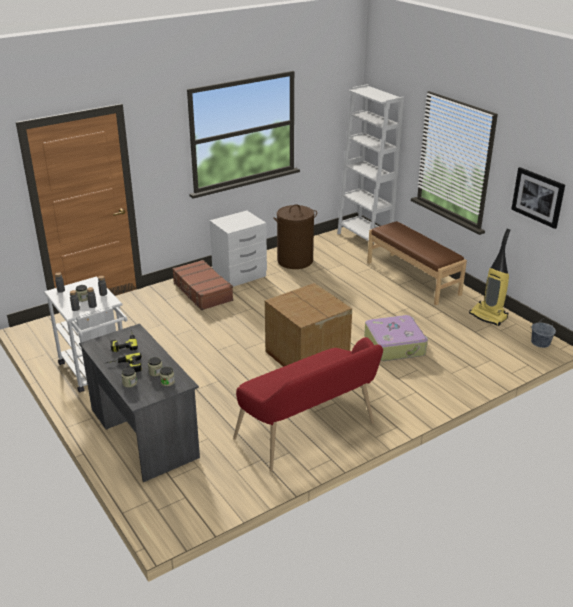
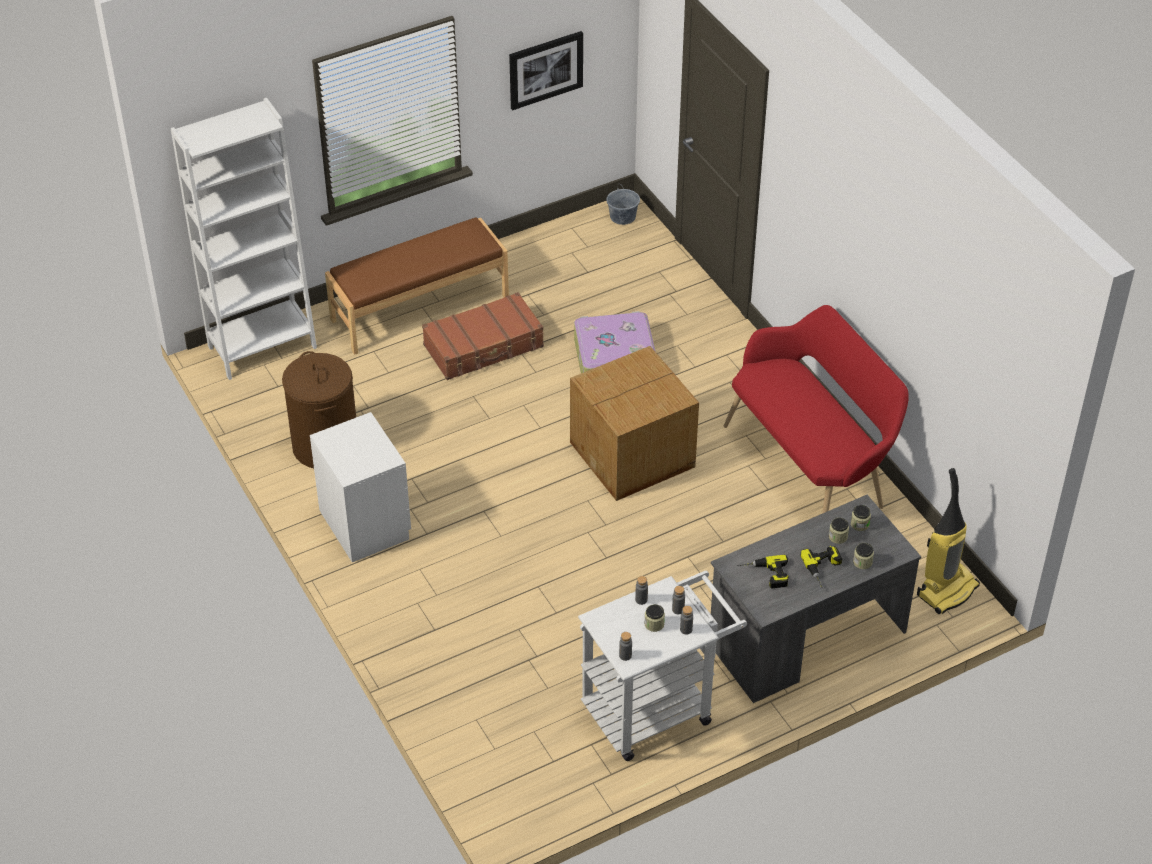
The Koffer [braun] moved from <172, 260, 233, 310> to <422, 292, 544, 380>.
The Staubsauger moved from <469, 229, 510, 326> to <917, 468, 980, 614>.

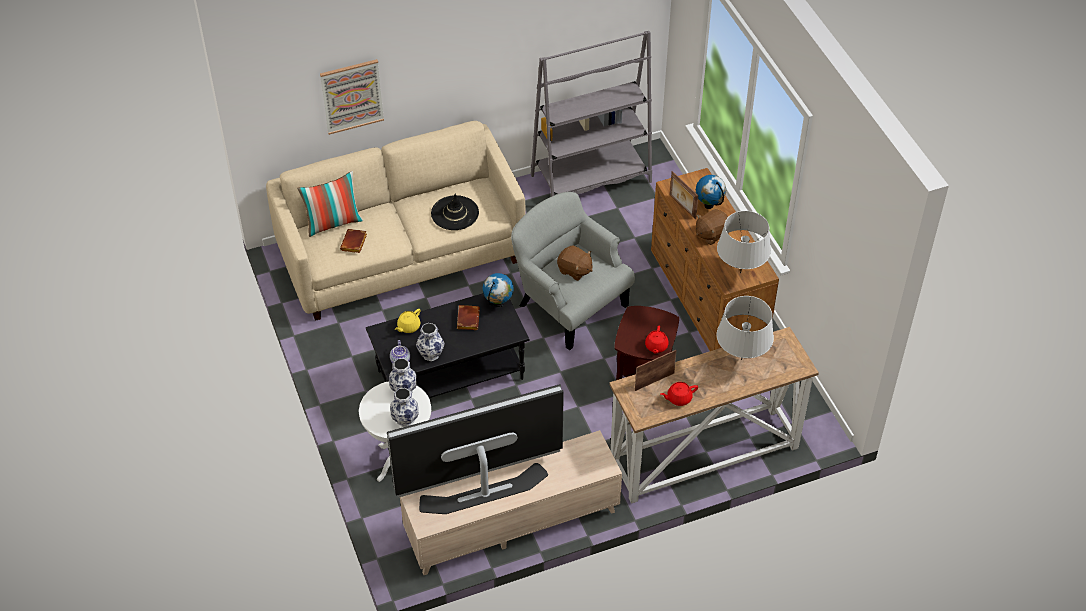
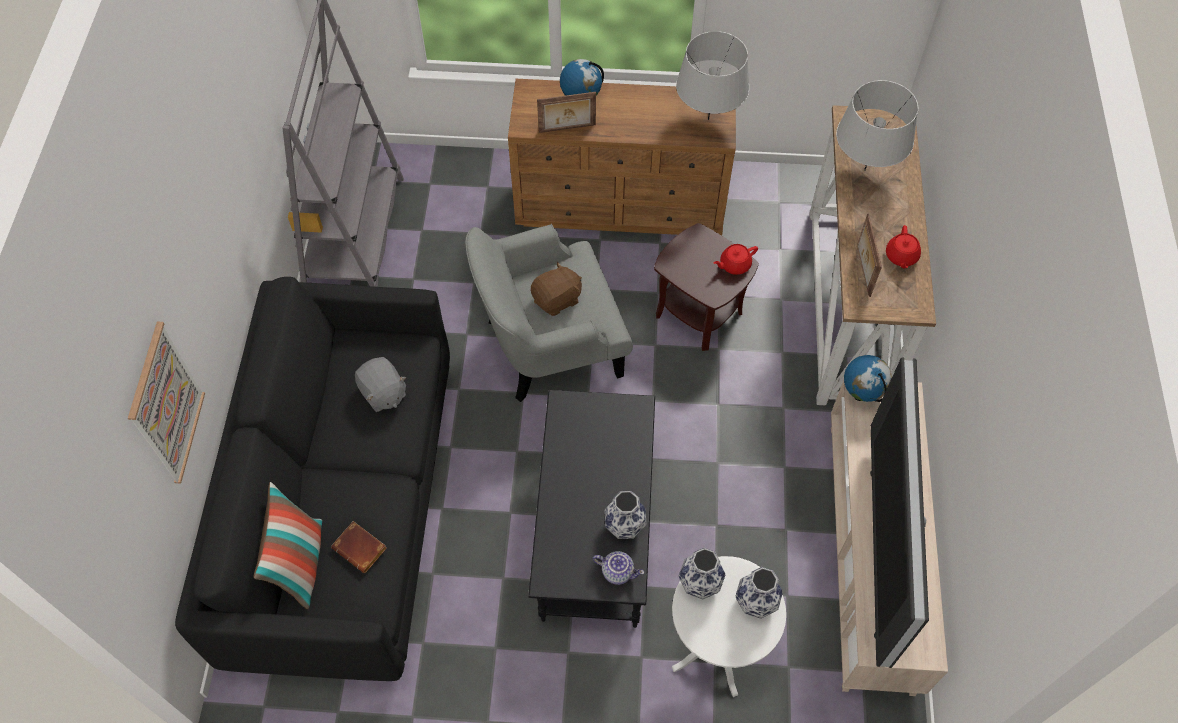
The Teekanne [gelb] at <395, 309, 420, 333> disappeared.
The Buch [braun] at <457, 305, 480, 330> disappeared.
The Plüschtier [braun] at <696, 209, 729, 245> disappeared.
The Globus moved from <483, 273, 514, 307> to <844, 355, 892, 402>.
The Hut [schwarz] at <431, 194, 479, 230> was replaced by the Plüschtier [grau] at <355, 357, 406, 412>.
The Sofa [beige] at <266, 121, 526, 321> became the Sofa [schwarz] at <175, 277, 450, 681>.
The Teekanne [rot] at <645, 326, 668, 354> turned 120 degrees clockwise.

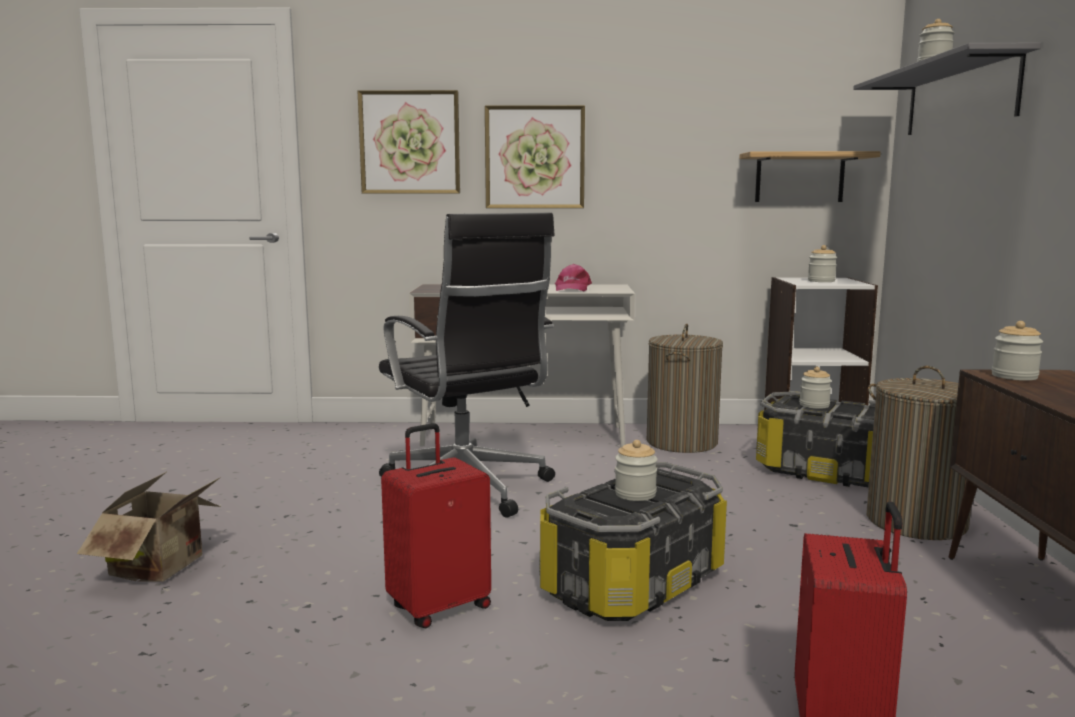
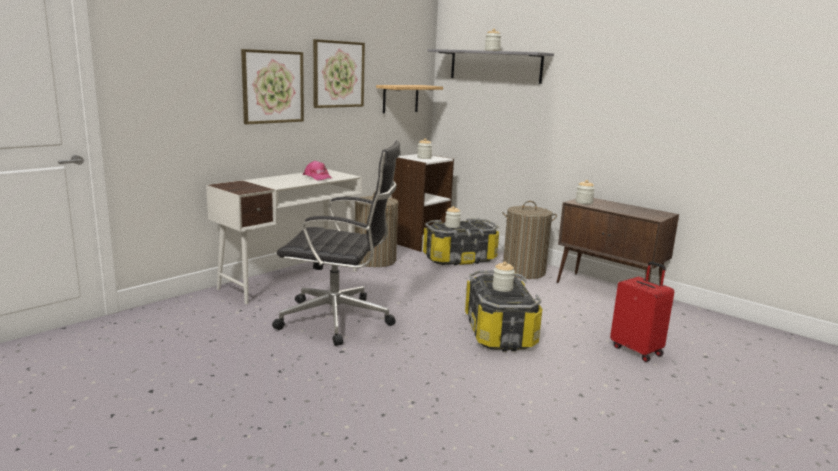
The Karton at <77, 472, 221, 582> disappeared.
The Koffer [rot] at <381, 423, 491, 628> disappeared.
The Bild moved from <358, 90, 460, 194> to <313, 39, 365, 108>.

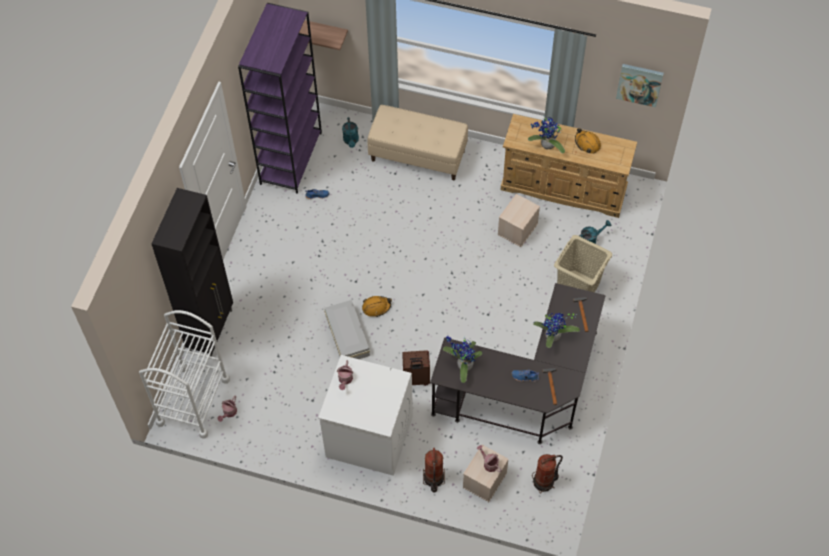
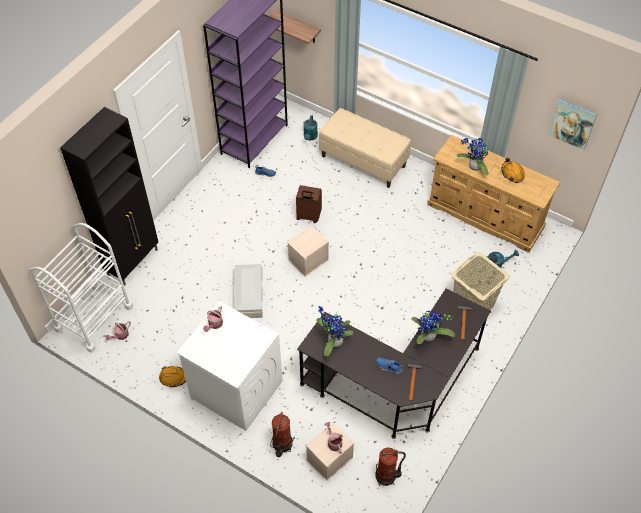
The Schutzhelm [orange] moved from <362, 296, 392, 317> to <159, 366, 186, 387>.
The Koffer [braun] moved from <402, 350, 430, 386> to <296, 185, 322, 223>.
The Aufbewahrungsbox [beige] moved from <498, 194, 540, 247> to <287, 226, 329, 276>.

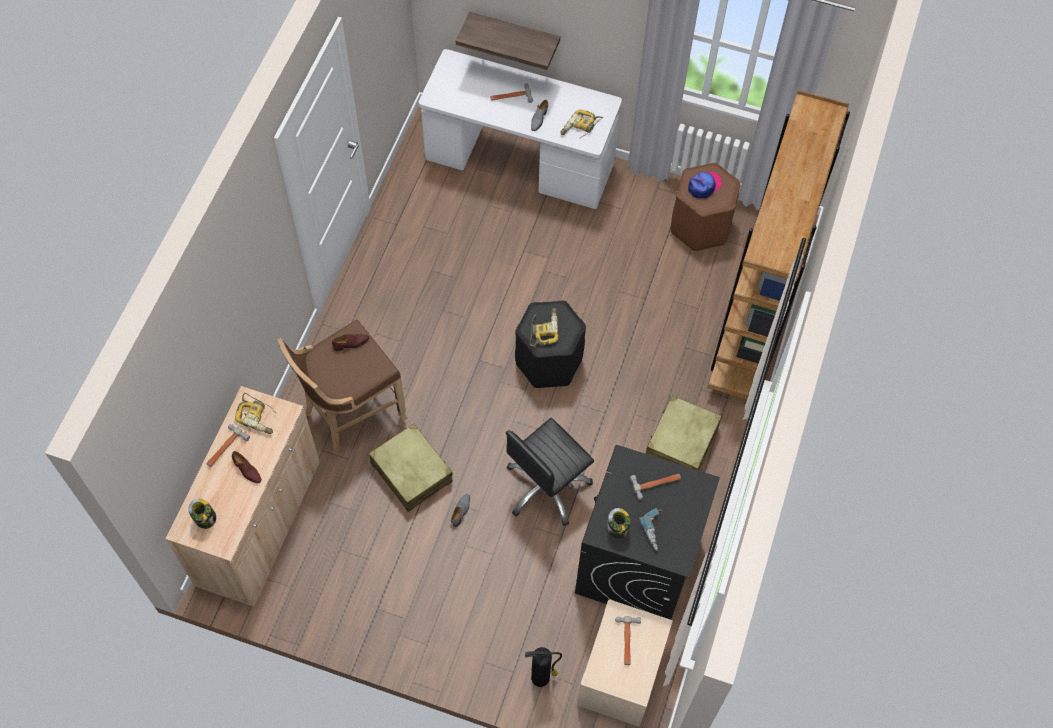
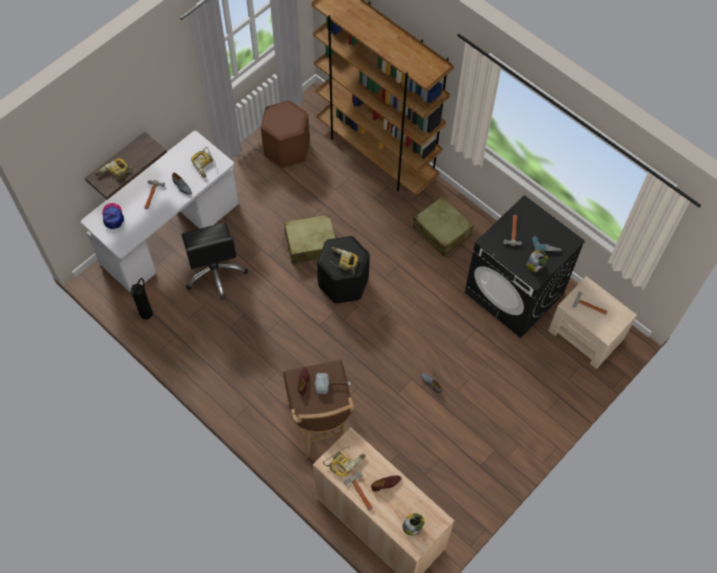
The Bohrmaschine at <95, 158, 134, 182> appeared.
The Hammer at <315, 373, 351, 394> appeared.
The Koffer [beige] moved from <369, 424, 452, 512> to <283, 214, 336, 264>.
The Bürostuhl [schwarz] moved from <506, 418, 594, 526> to <182, 222, 248, 300>.
The Feuerlöscher moved from <525, 647, 562, 687> to <130, 278, 153, 320>.
The Kappe moved from <688, 172, 722, 199> to <102, 203, 124, 229>.

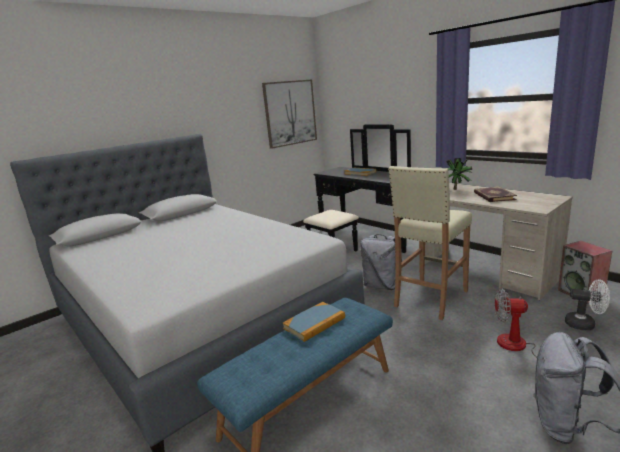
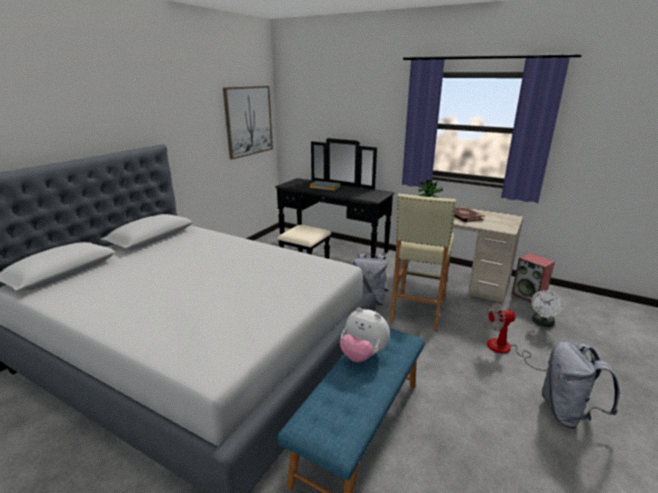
The Buch at <283, 302, 345, 342> was replaced by the Plüschtier at <340, 307, 390, 362>.
The Ventilator [weiß] at <565, 279, 610, 330> turned 120 degrees clockwise.

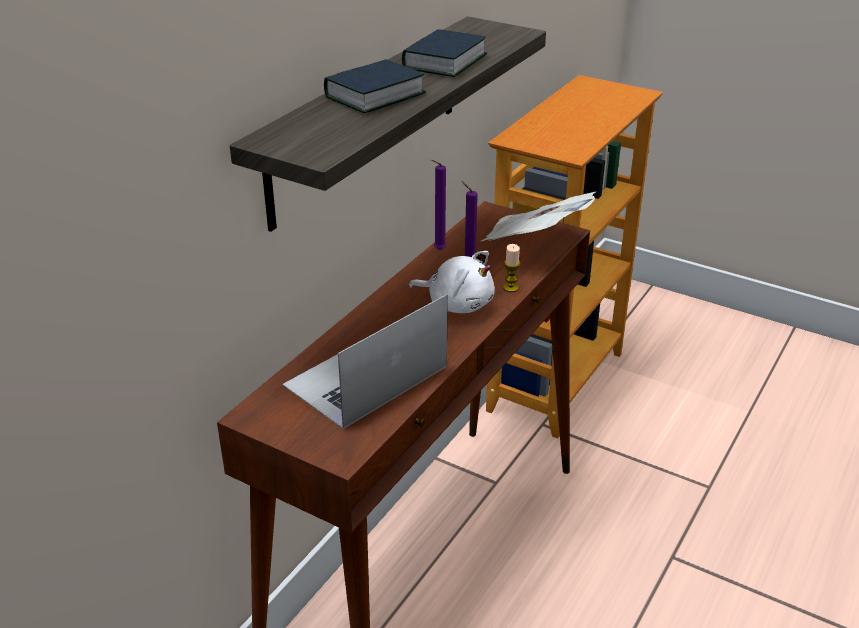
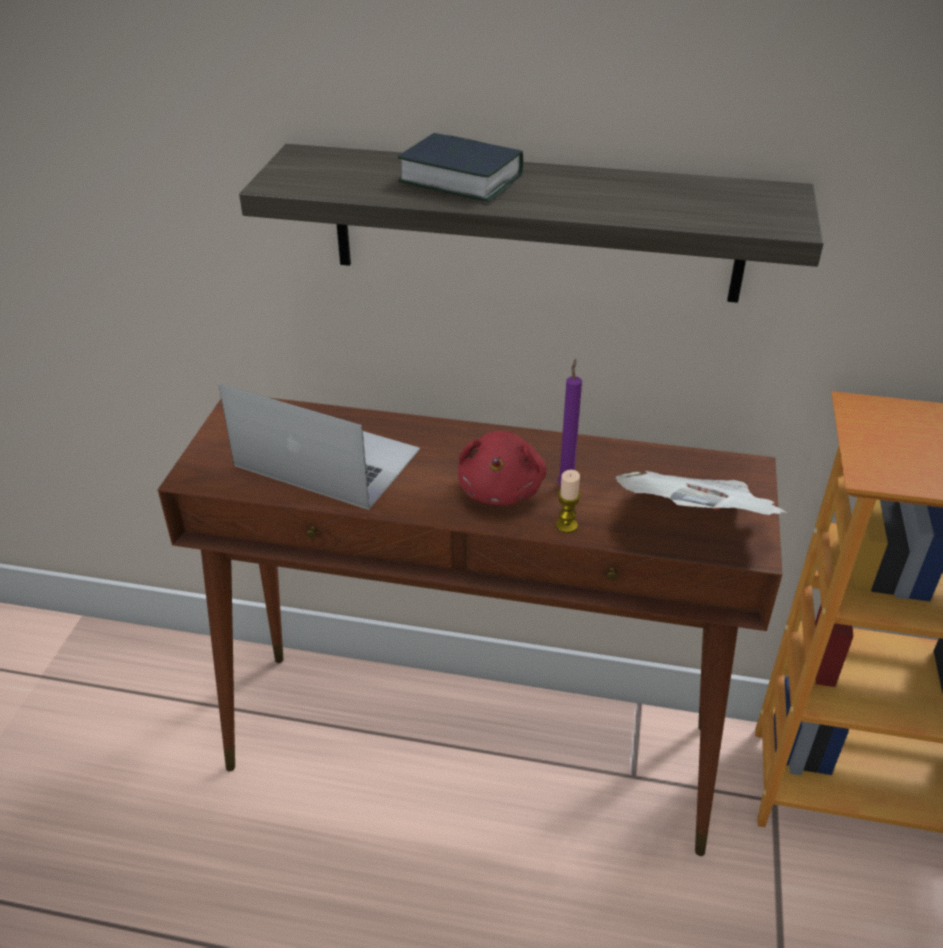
The Buch at <402, 29, 487, 77> disappeared.
The Kerze [lila] at <431, 160, 446, 250> disappeared.
The Plüschtier [weiß] at <409, 251, 495, 313> became the Plüschtier [rot] at <458, 431, 547, 505>.

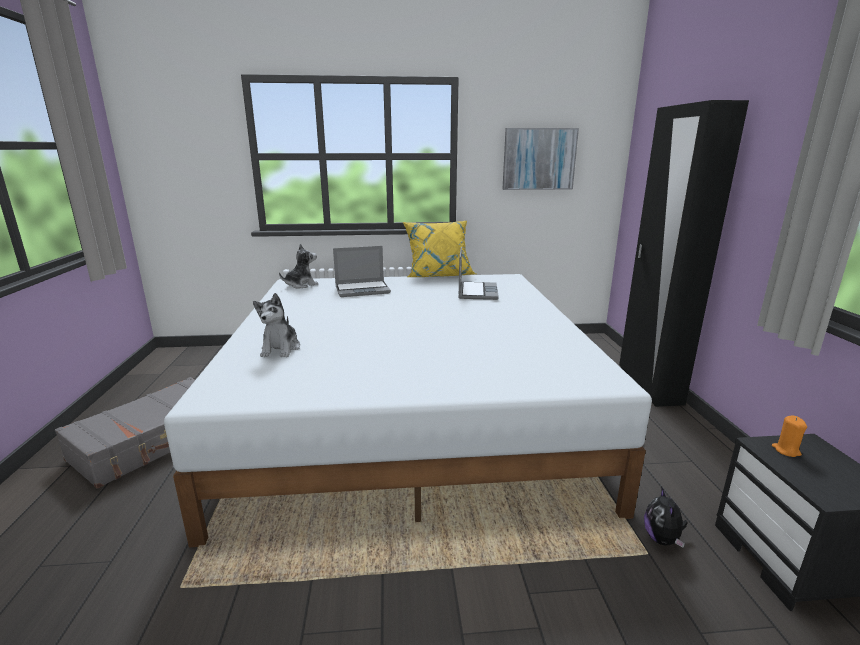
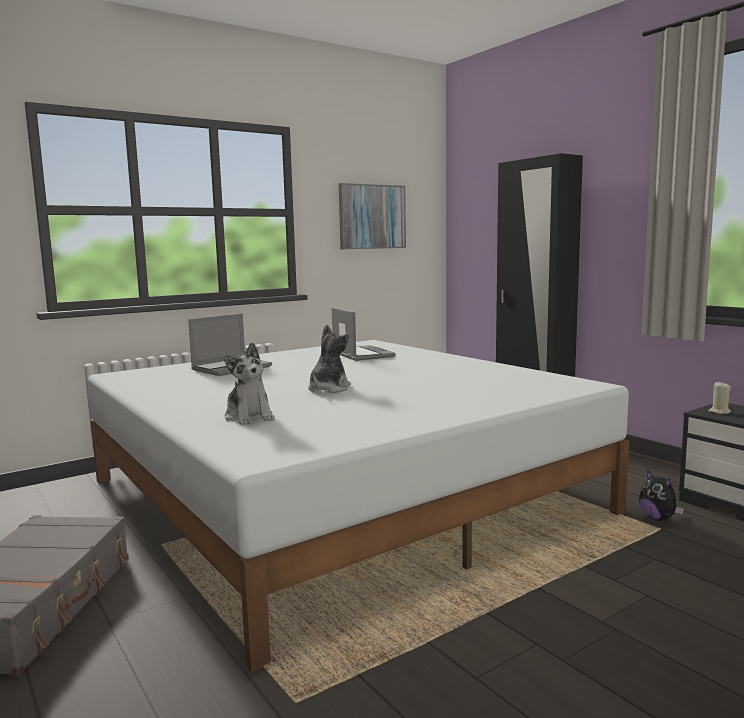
The Kissen [gelb] at <403, 221, 476, 277> disappeared.
The Plüschtier moved from <279, 244, 318, 288> to <308, 324, 351, 393>.
The Kerze [orange] at <772, 415, 807, 457> became the Kerze [beige] at <709, 382, 731, 414>.

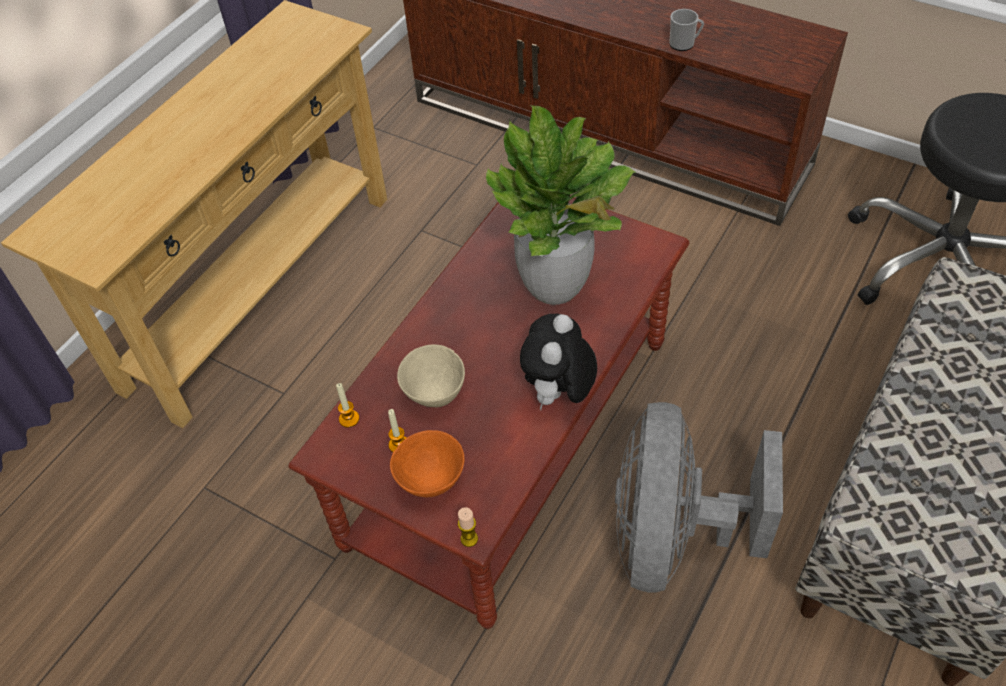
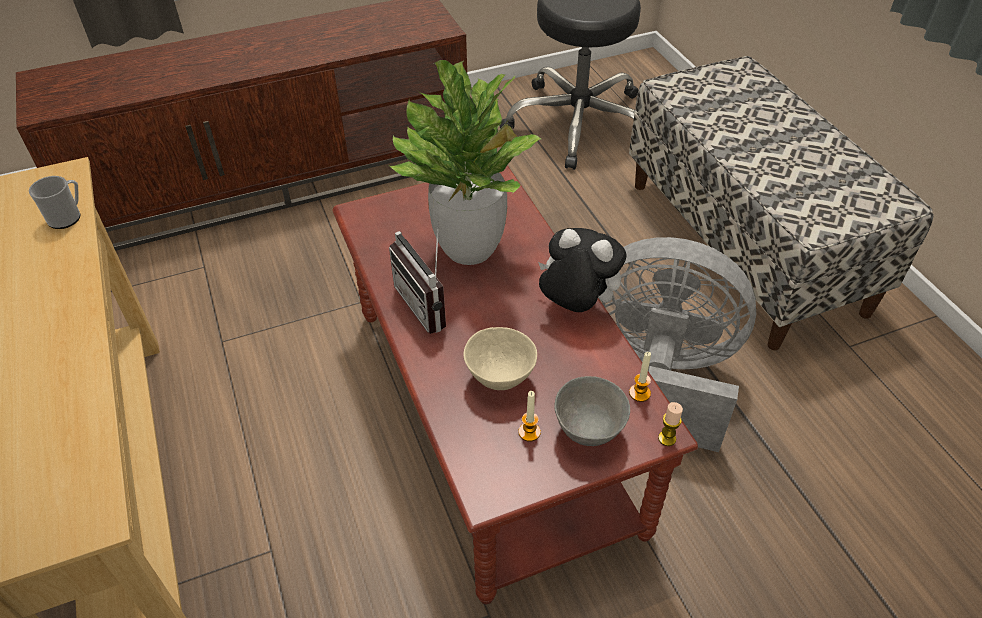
The Radio at <389, 222, 446, 334> appeared.
The Kerze moved from <336, 383, 359, 428> to <629, 352, 651, 402>.
The Henkelbecher moved from <669, 9, 704, 51> to <29, 176, 80, 229>.
The Schüssel [orange] at <390, 430, 465, 497> became the Schüssel [grau] at <554, 376, 630, 446>.
The Plüschtier at <520, 314, 597, 410> turned 150 degrees clockwise.
The Ventilator [grau] at <615, 402, 783, 592> turned 150 degrees clockwise.

